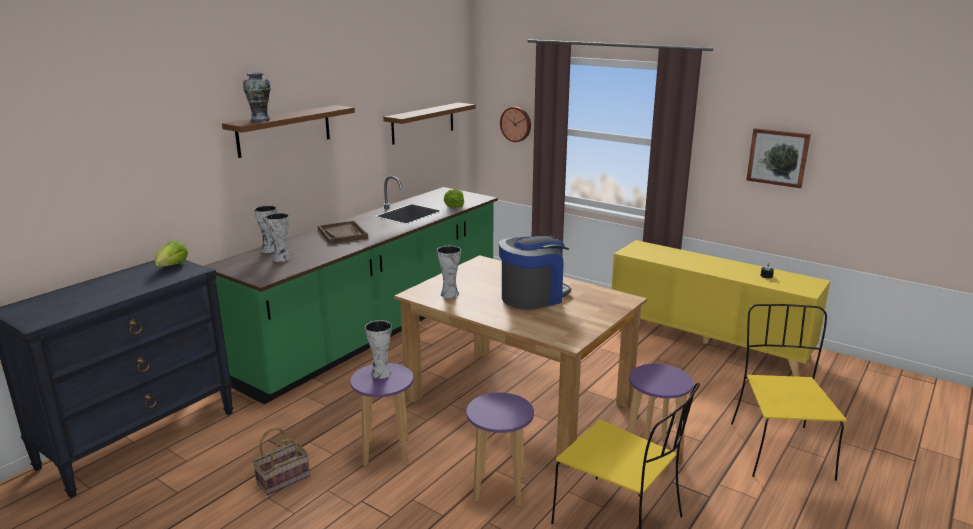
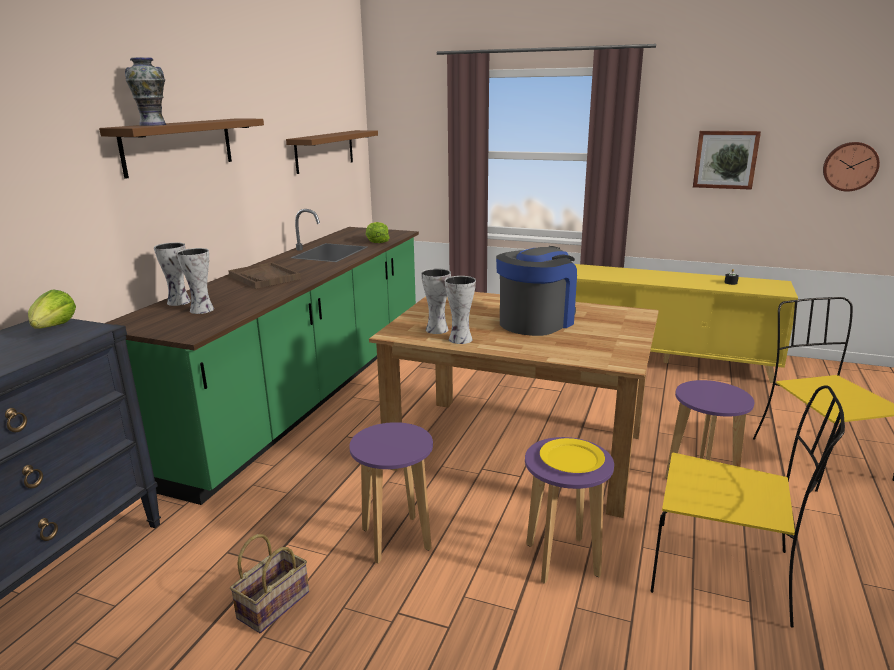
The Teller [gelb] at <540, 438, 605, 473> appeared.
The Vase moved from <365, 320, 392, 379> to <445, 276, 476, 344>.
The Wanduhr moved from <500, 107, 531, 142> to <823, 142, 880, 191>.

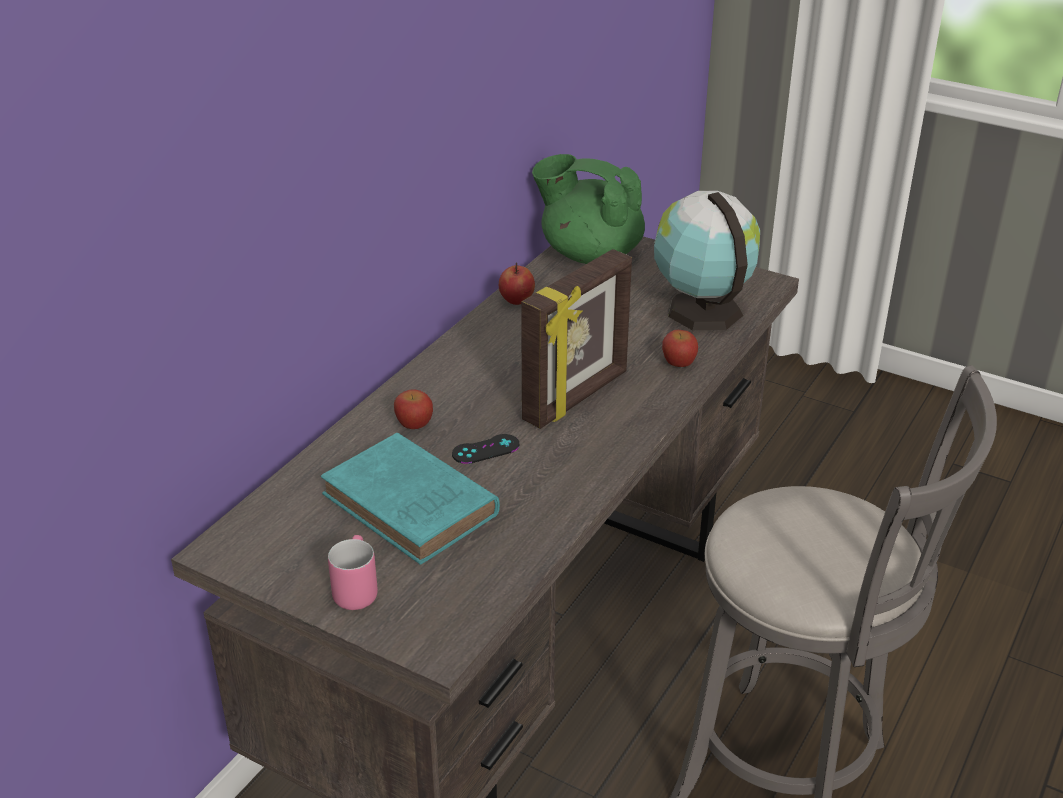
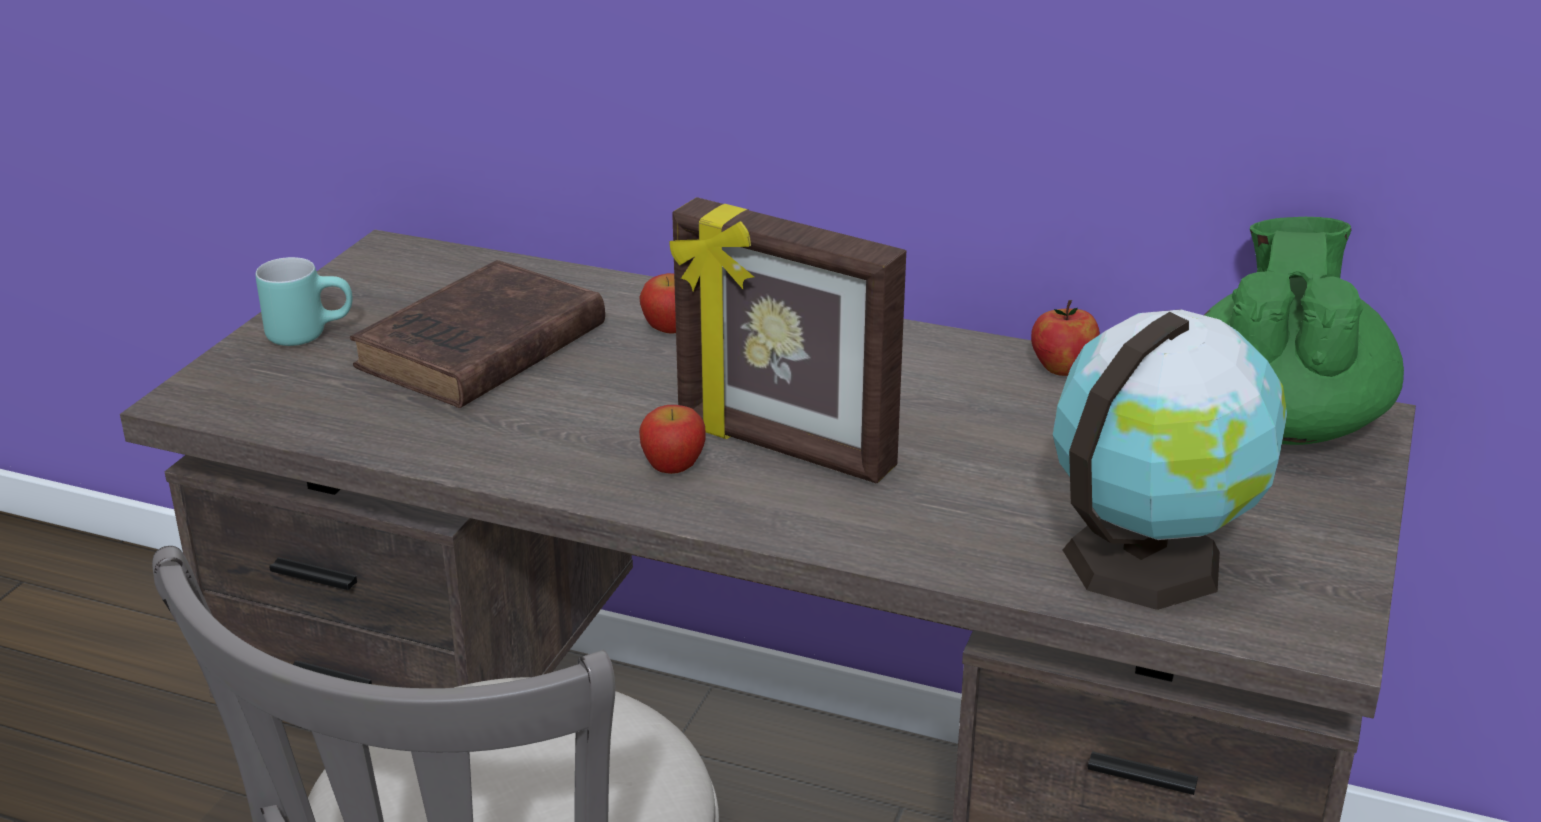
The Gamepad [schwarz] at <452, 434, 519, 464> disappeared.
The Apfel moved from <662, 330, 698, 367> to <639, 405, 706, 474>.
The Buch [türkis] at <321, 433, 500, 564> became the Buch [braun] at <350, 260, 605, 408>.
The Henkelbecher [rosa] at <328, 535, 378, 610> became the Henkelbecher [türkis] at <256, 257, 353, 346>.

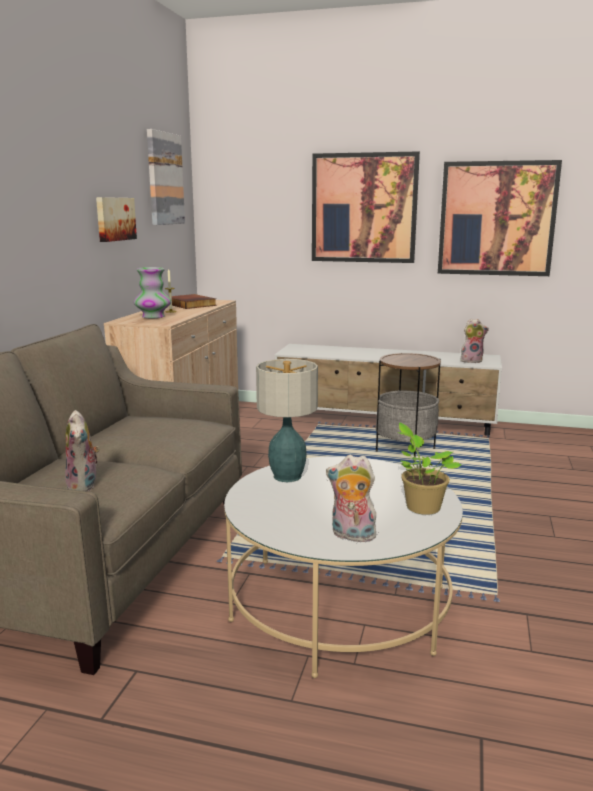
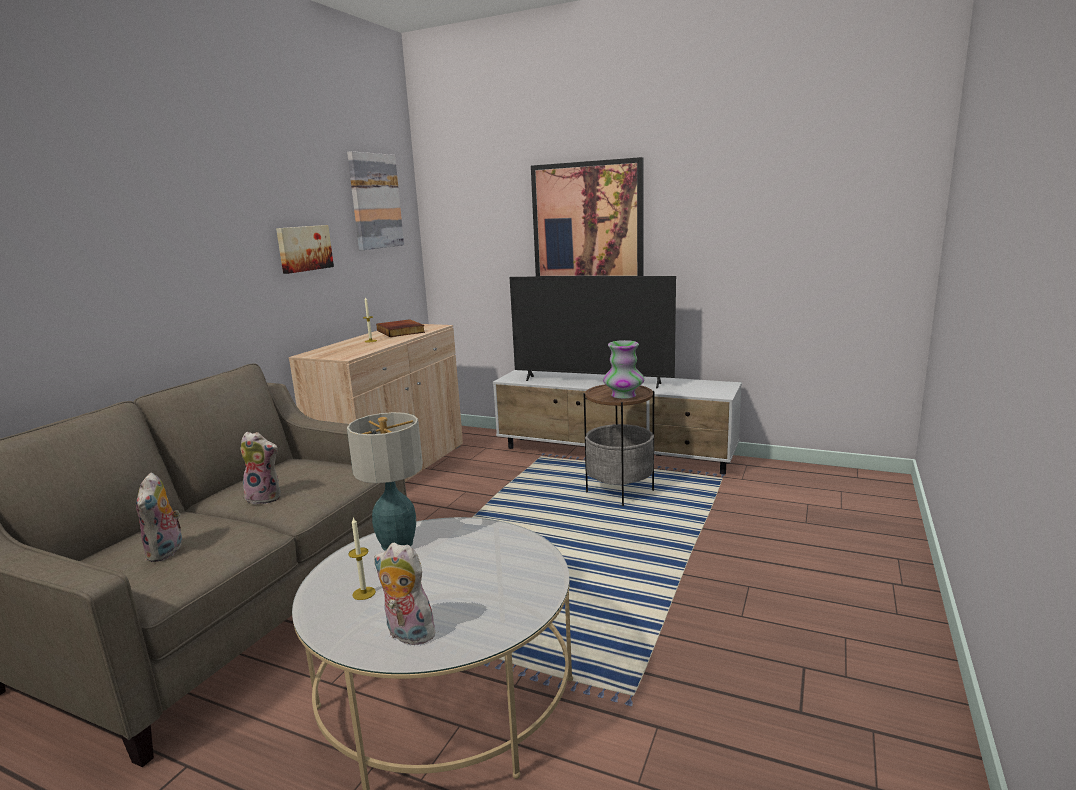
The Topfpflanze at <398, 422, 461, 515> disappeared.
The Bild at <438, 160, 562, 276> disappeared.
The Kerze at <348, 516, 376, 600> appeared.
The Fernseher at <510, 276, 676, 389> appeared.
The Vase moved from <134, 267, 172, 318> to <603, 340, 645, 399>.
The Plüschtier moved from <460, 319, 489, 363> to <240, 432, 280, 505>.

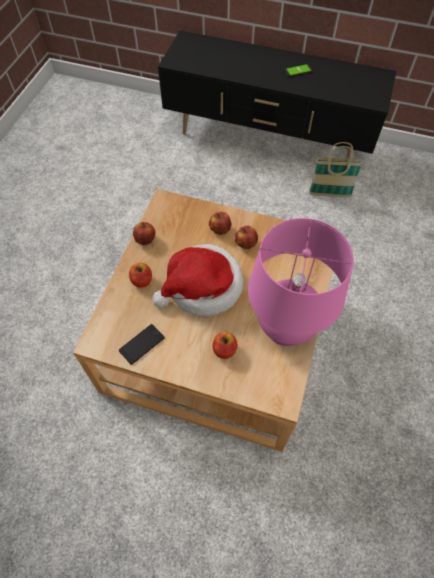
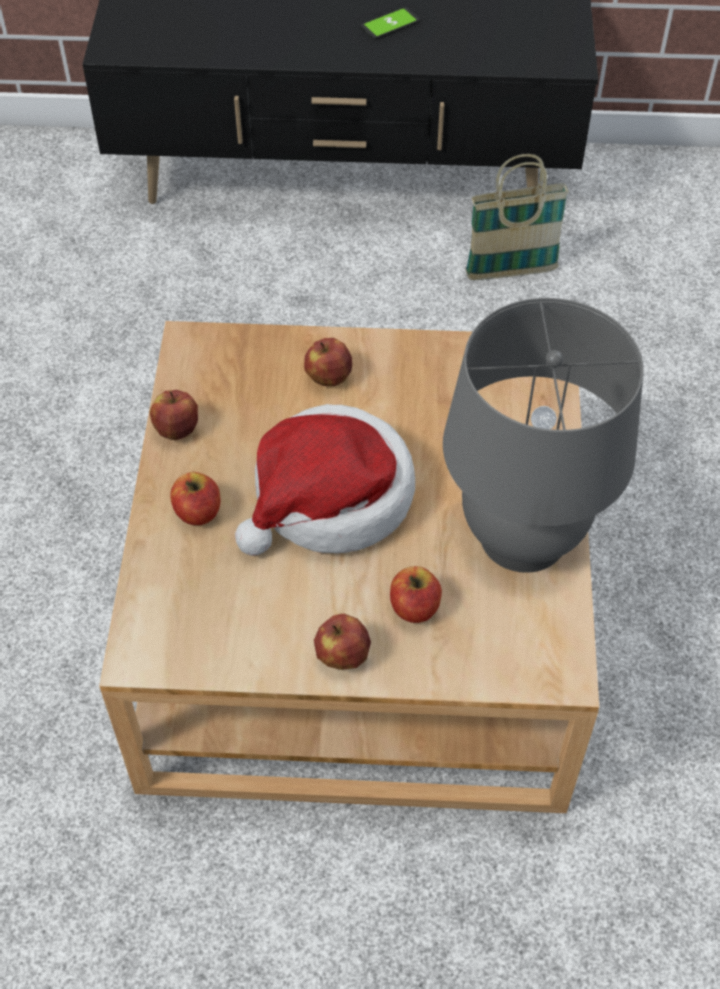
The Handy at <119, 324, 165, 365> disappeared.
The Apfel moved from <235, 226, 258, 249> to <314, 613, 371, 670>.
The Tischlampe [rosa] at <248, 218, 354, 346> became the Tischlampe [grau] at <443, 298, 644, 573>.

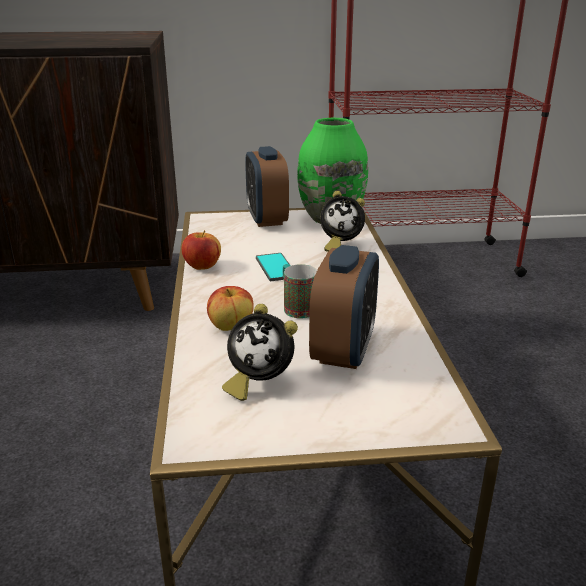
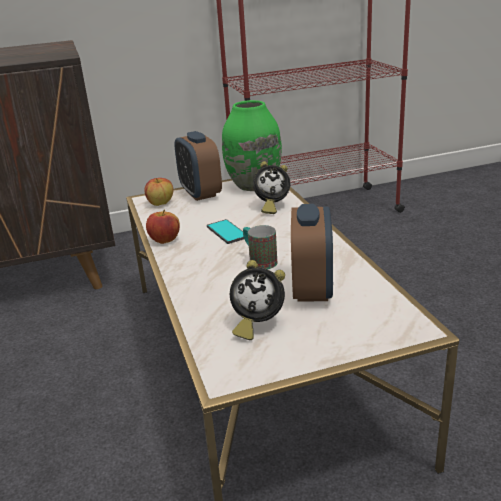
The Apfel moved from <207, 286, 254, 331> to <144, 178, 173, 206>.

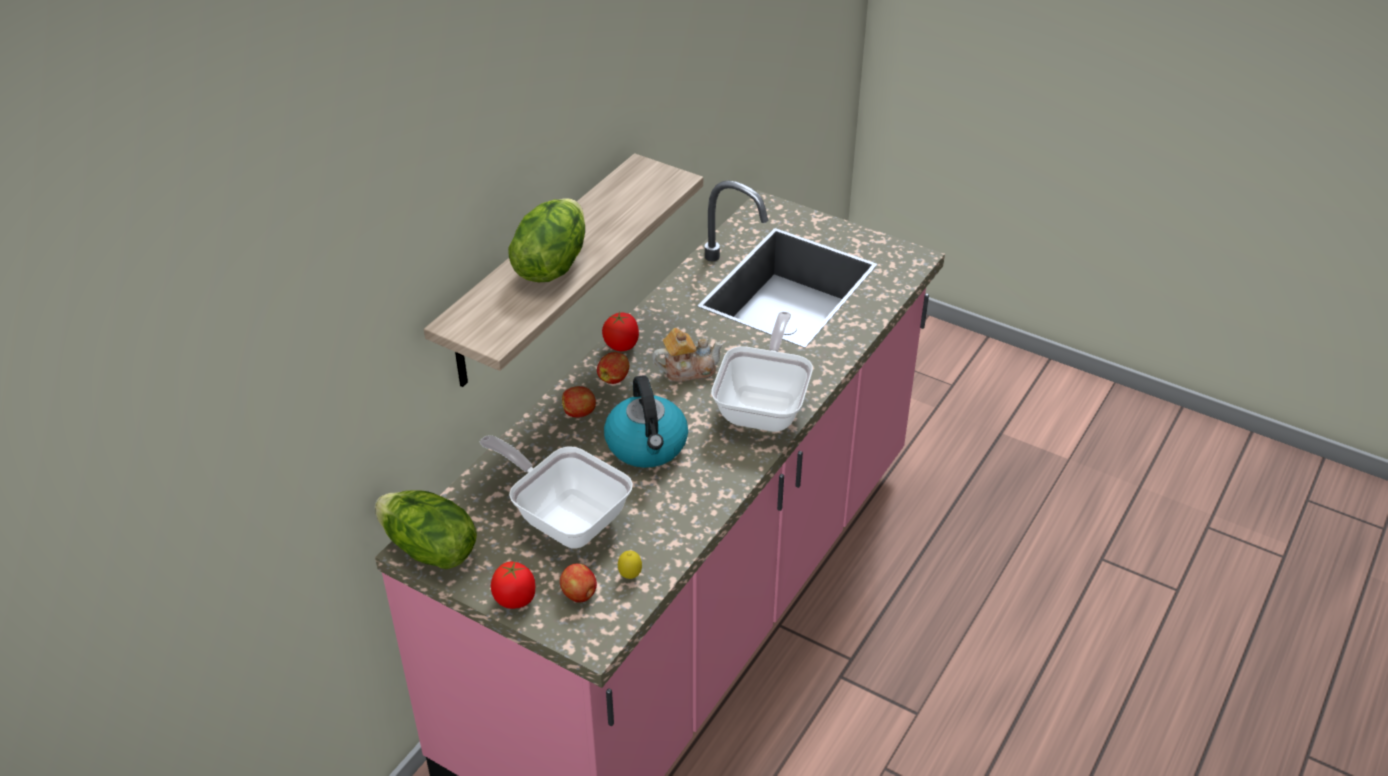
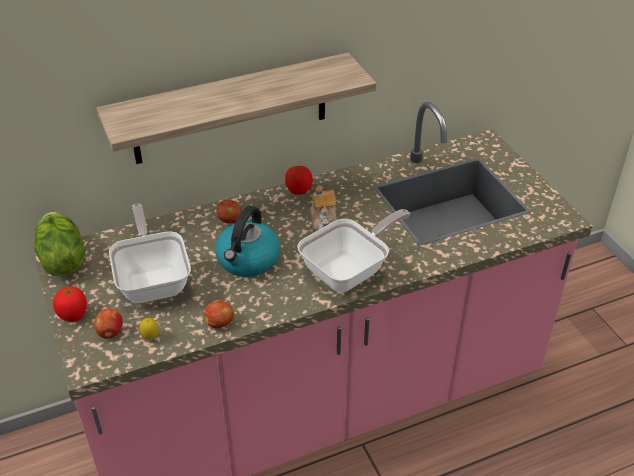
The Salatkopf at <508, 198, 585, 282> disappeared.
The Apfel moved from <597, 352, 629, 384> to <204, 301, 234, 328>.
The Teekanne at <652, 328, 725, 382> turned 60 degrees clockwise.

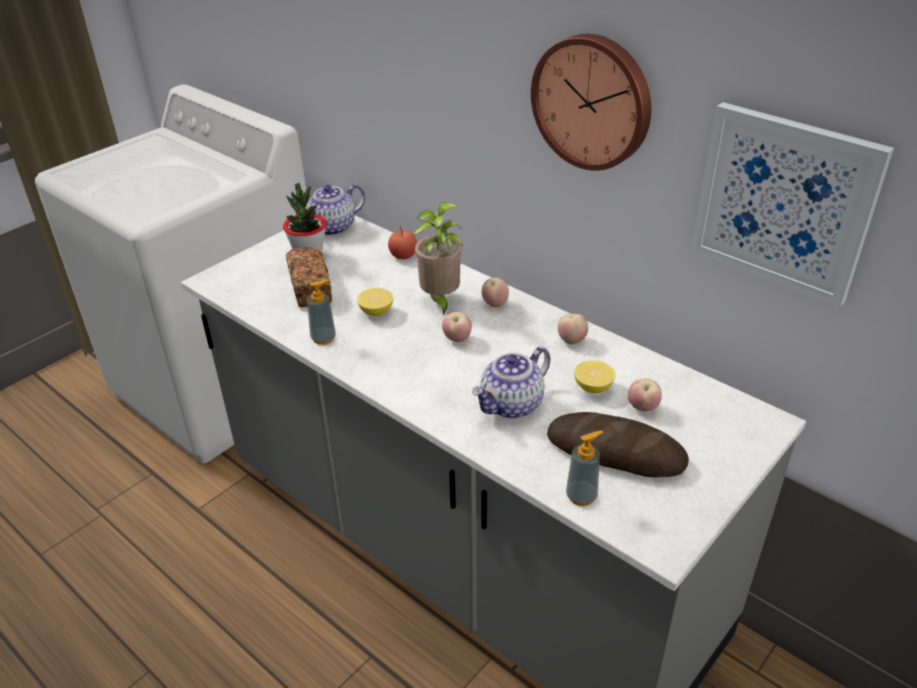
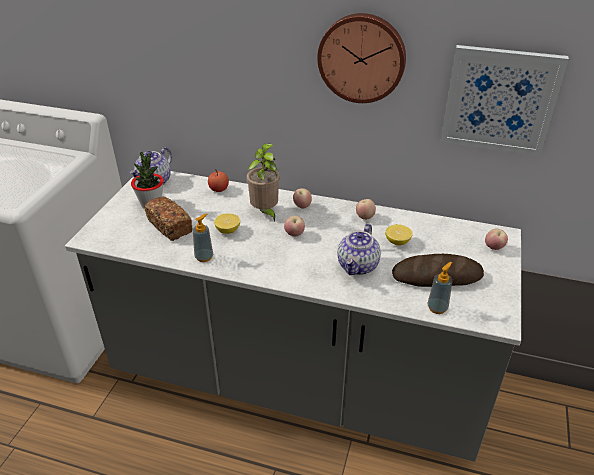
The Apfel moved from <628, 378, 662, 412> to <485, 229, 508, 250>.

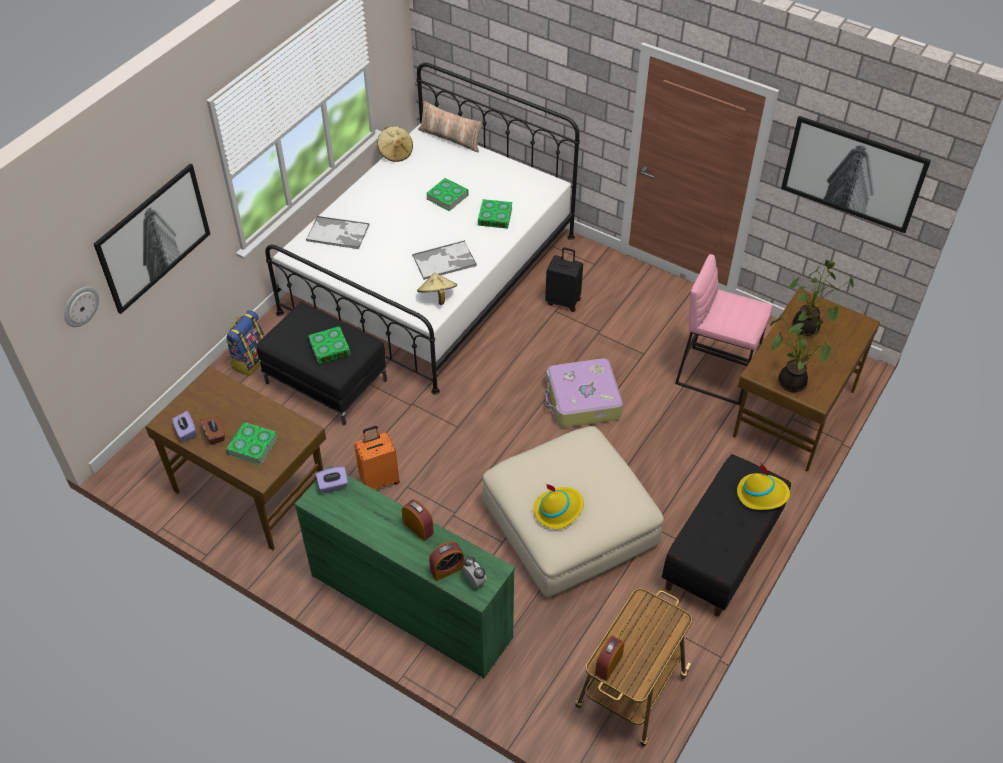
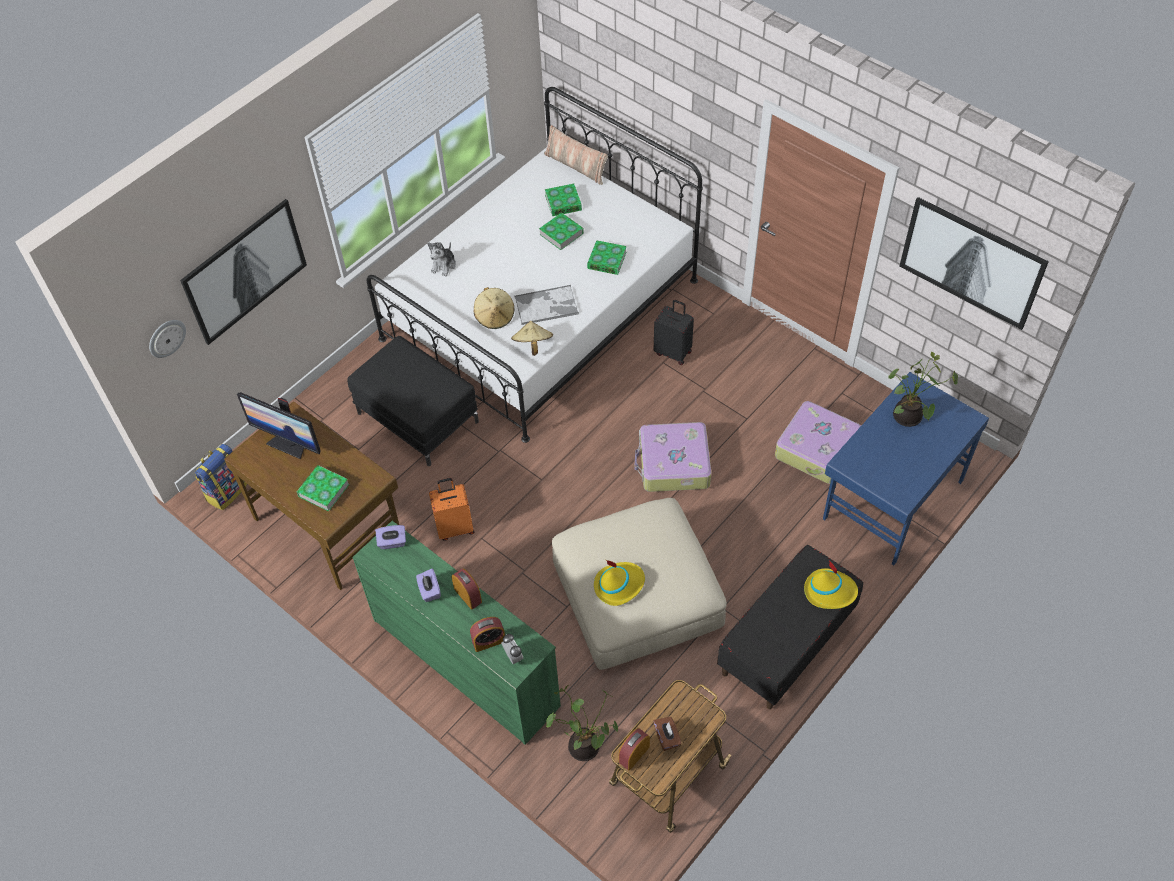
The Monitor at <237, 392, 320, 459> appeared.
The Taschentuchbox [lila] moved from <172, 411, 196, 441> to <416, 569, 441, 602>.
The Taschentuchbox [braun] moved from <201, 416, 225, 445> to <653, 717, 681, 751>.
The Rucksack moved from <226, 310, 265, 376> to <195, 444, 247, 510>.
The Buch moved from <308, 326, 351, 364> to <545, 184, 582, 216>.
The Hut [beige] moved from <378, 126, 413, 162> to <474, 287, 514, 329>.
The Topfpflanze moved from <770, 313, 831, 392> to <546, 685, 618, 761>.
The Tablett at <306, 216, 370, 249> was replaced by the Plüschtier at <427, 242, 456, 277>.
The Hocker [rosa] at <675, 254, 773, 405> was replaced by the Koffer at <775, 401, 861, 484>.
The Schreibtisch [braun] at <733, 289, 880, 472> became the Schreibtisch [blau] at <823, 372, 989, 565>.

